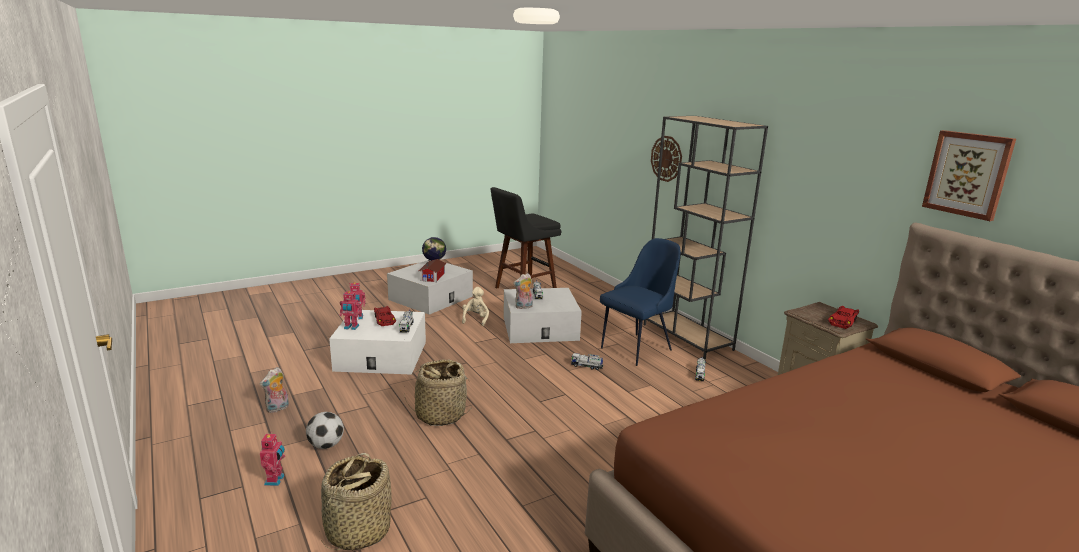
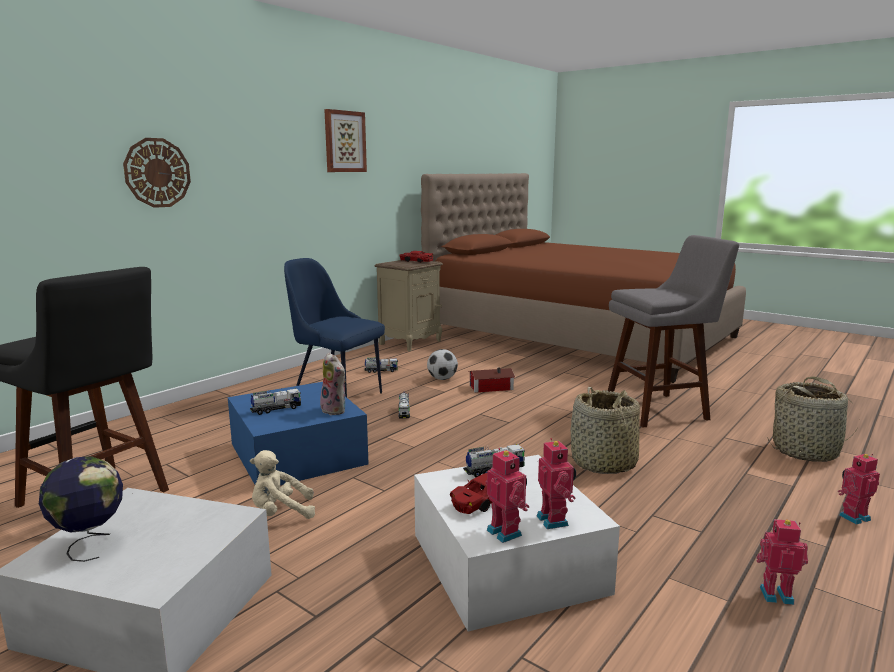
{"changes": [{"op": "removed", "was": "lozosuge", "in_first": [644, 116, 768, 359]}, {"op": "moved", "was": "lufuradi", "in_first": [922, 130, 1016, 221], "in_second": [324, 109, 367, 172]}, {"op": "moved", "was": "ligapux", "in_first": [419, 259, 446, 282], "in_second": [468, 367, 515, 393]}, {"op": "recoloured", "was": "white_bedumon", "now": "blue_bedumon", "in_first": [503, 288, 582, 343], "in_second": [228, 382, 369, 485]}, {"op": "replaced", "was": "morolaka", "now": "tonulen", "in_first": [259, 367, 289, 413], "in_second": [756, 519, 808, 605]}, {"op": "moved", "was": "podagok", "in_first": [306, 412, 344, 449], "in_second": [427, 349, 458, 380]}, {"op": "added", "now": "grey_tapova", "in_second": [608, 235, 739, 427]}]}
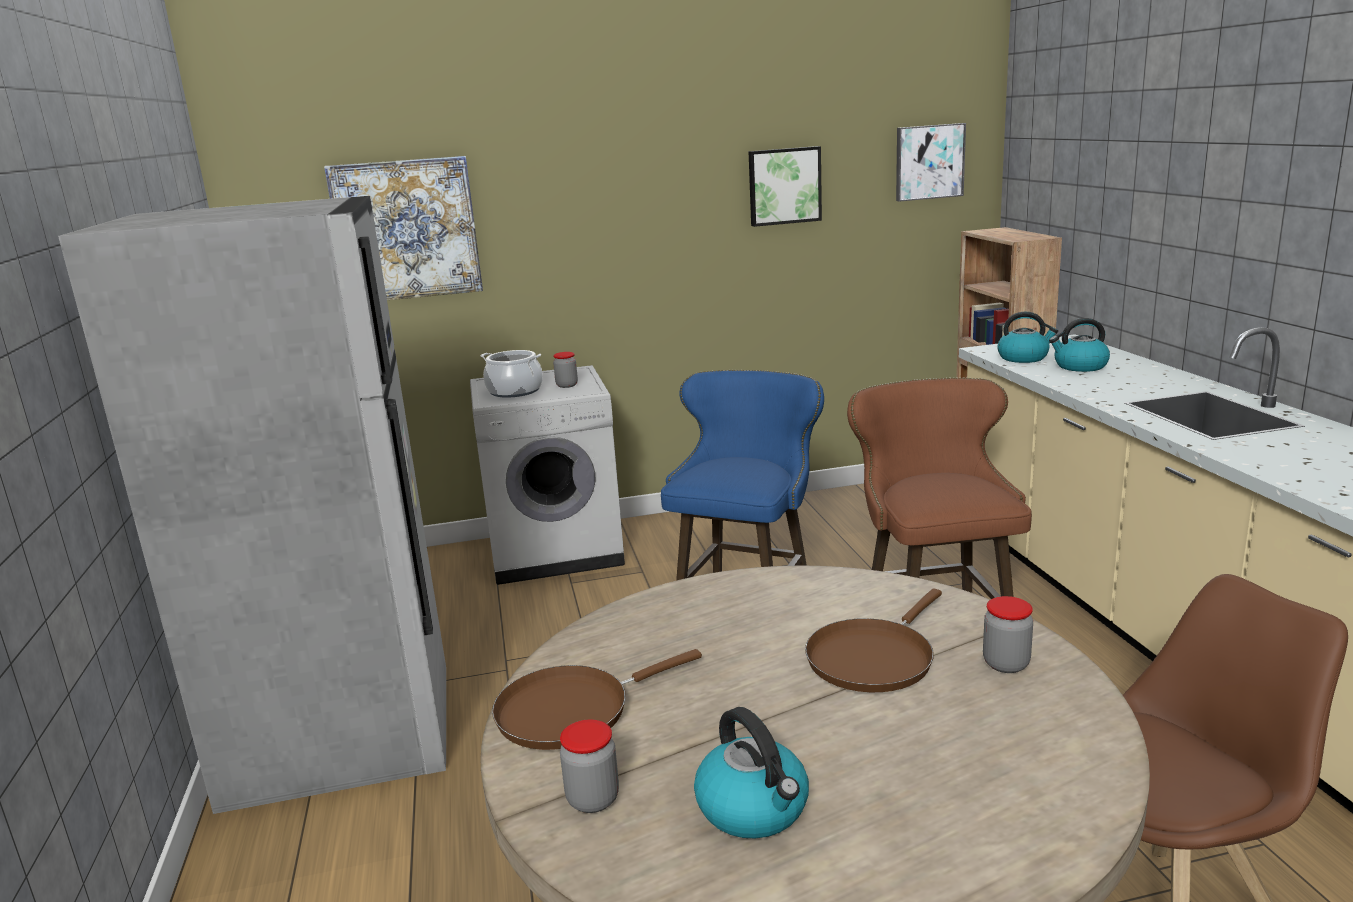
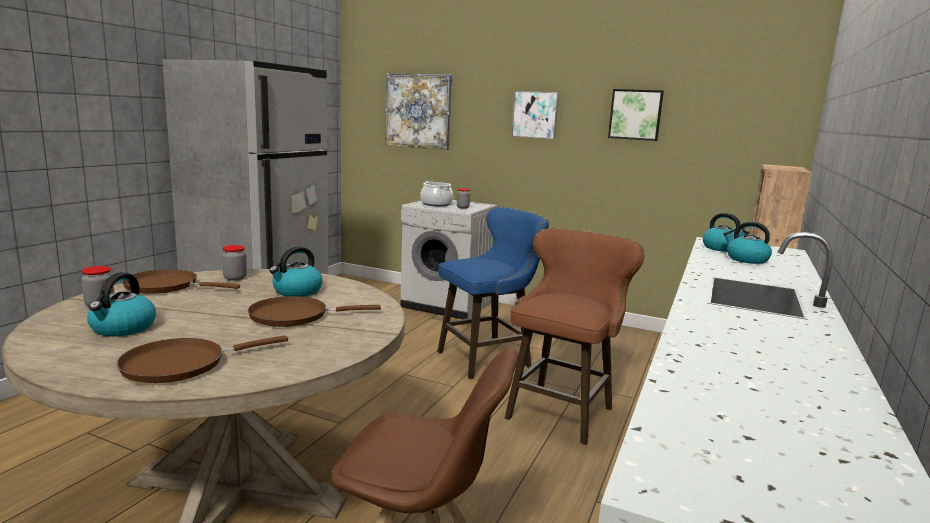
{"changes": [{"op": "moved", "was": "lufuradi", "in_first": [896, 123, 966, 202], "in_second": [511, 91, 559, 139]}, {"op": "moved", "was": "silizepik", "in_first": [983, 596, 1033, 673], "in_second": [222, 245, 247, 281]}, {"op": "added", "now": "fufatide", "in_second": [269, 246, 322, 297]}, {"op": "added", "now": "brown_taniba", "in_second": [117, 336, 288, 383]}]}
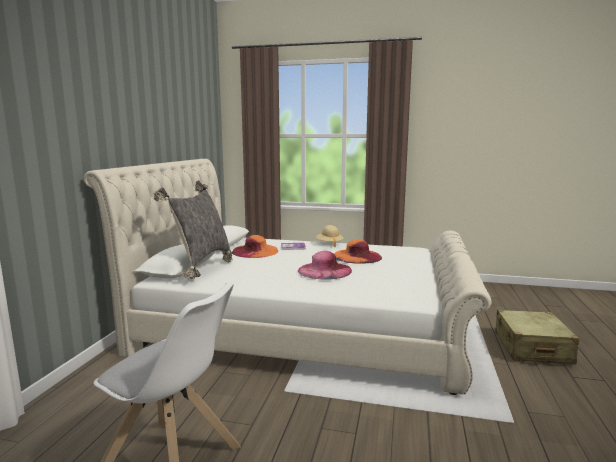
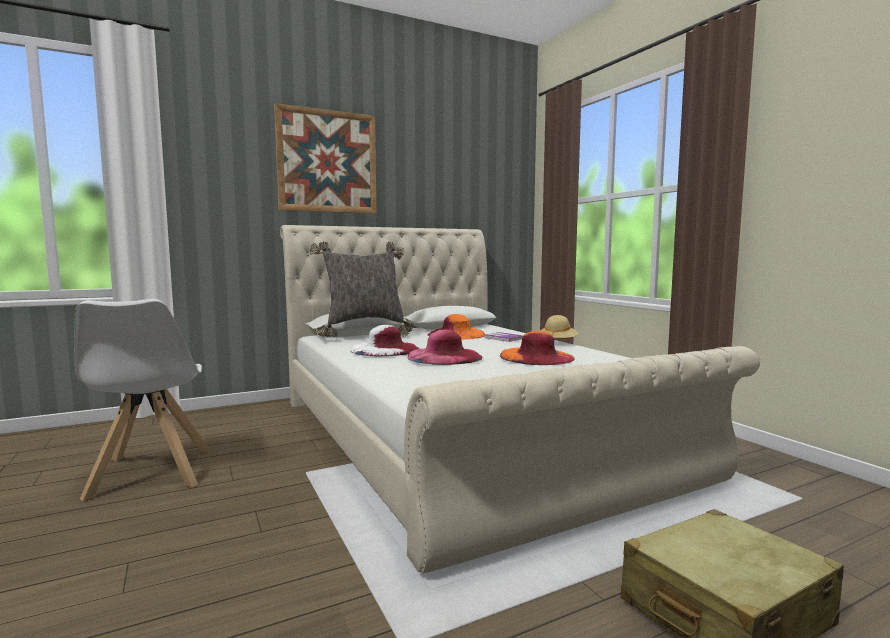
{"changes": [{"op": "added", "now": "lufuradi", "in_second": [274, 103, 377, 214]}, {"op": "added", "now": "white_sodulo", "in_second": [351, 325, 420, 357]}]}
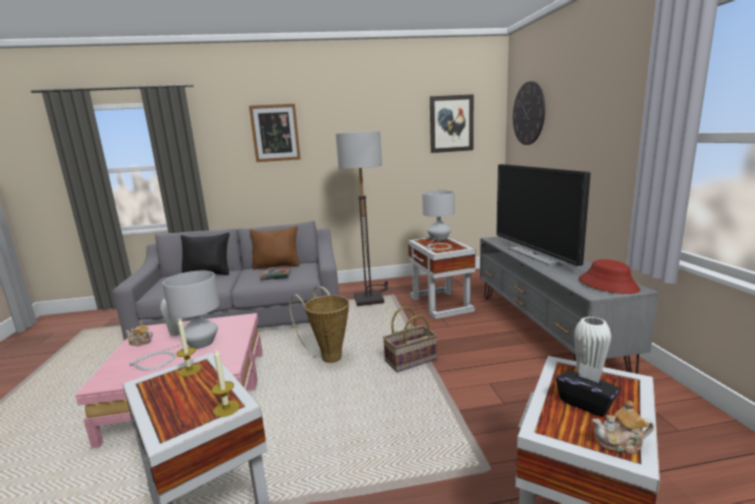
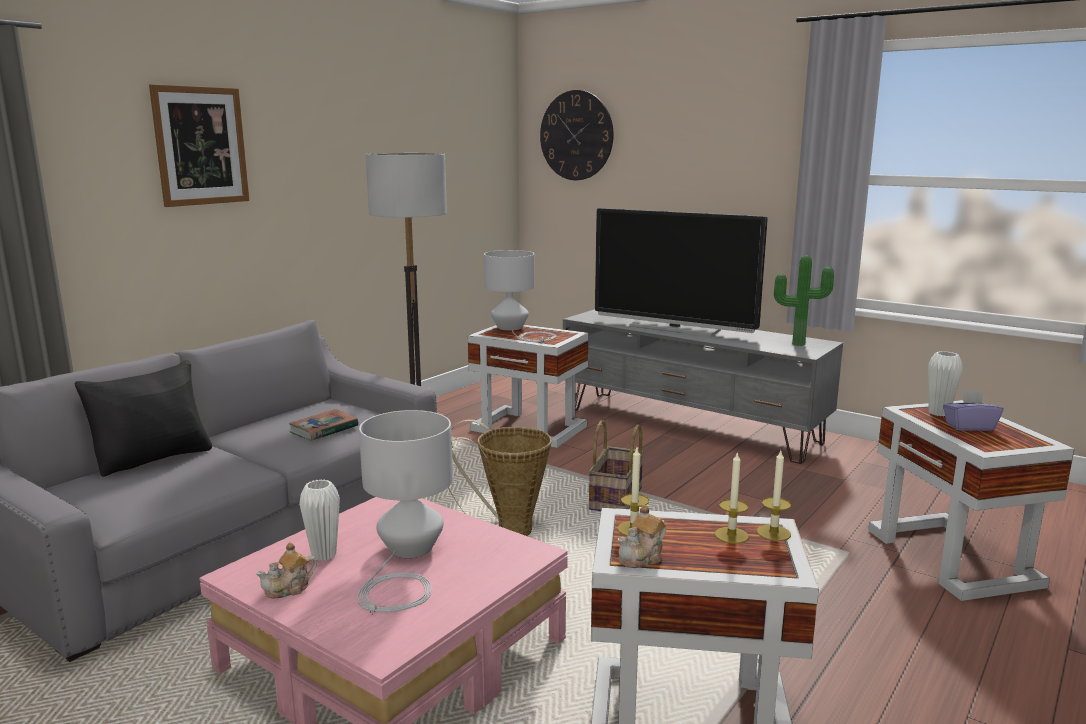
{"changes": [{"op": "removed", "was": "lufuradi", "in_first": [430, 94, 474, 153]}, {"op": "removed", "was": "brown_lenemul", "in_first": [250, 226, 300, 270]}, {"op": "replaced", "was": "red_sodulo", "now": "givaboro", "in_first": [579, 259, 640, 294], "in_second": [774, 256, 834, 346]}, {"op": "recoloured", "was": "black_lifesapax", "now": "purple_lifesapax", "in_first": [556, 363, 620, 417], "in_second": [943, 390, 1003, 431]}, {"op": "moved", "was": "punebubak", "in_first": [592, 400, 654, 454], "in_second": [618, 505, 666, 568]}, {"op": "added", "now": "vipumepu", "in_second": [715, 451, 749, 544]}]}
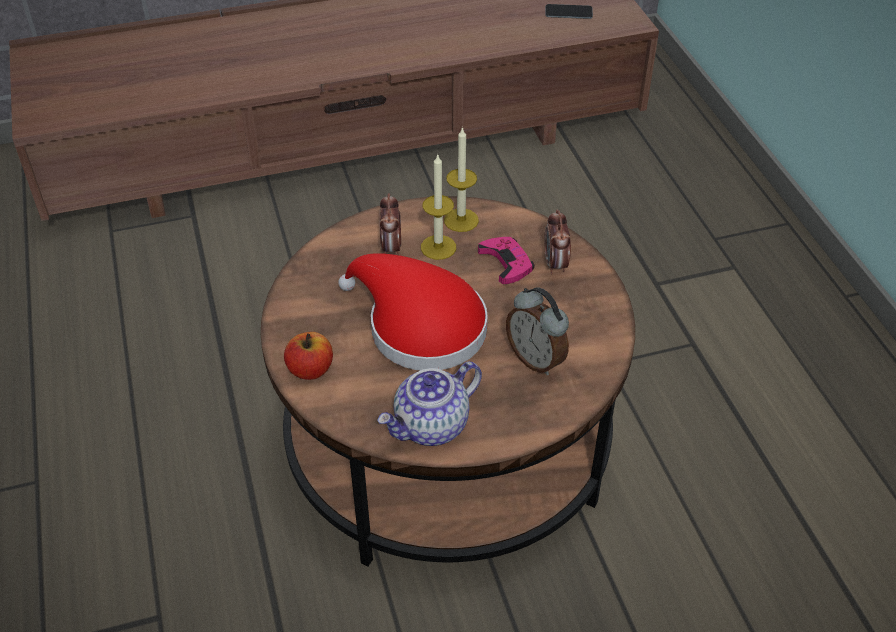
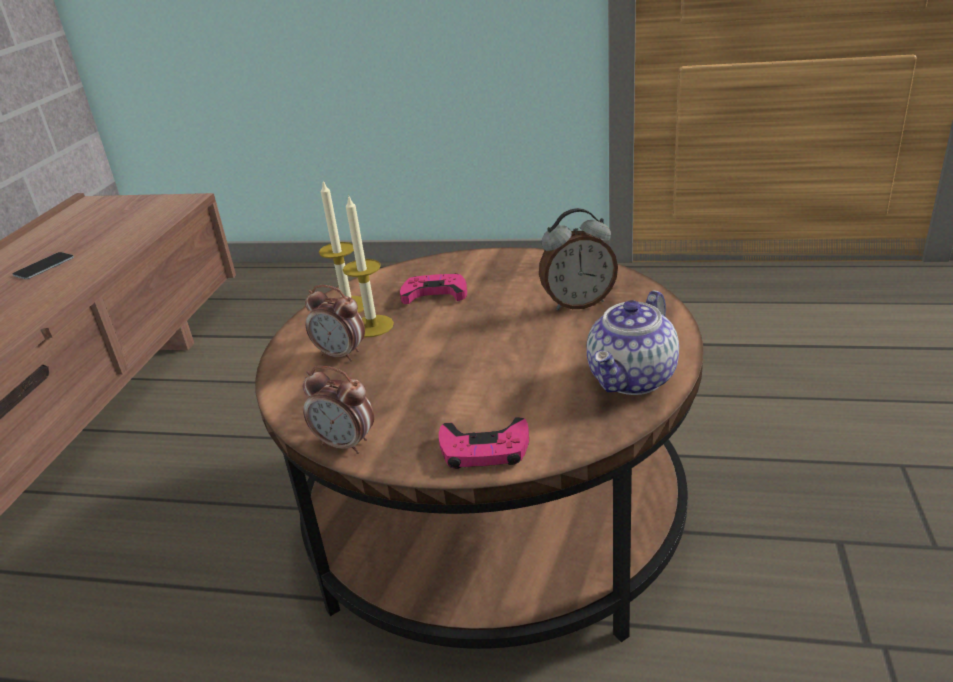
{"changes": [{"op": "moved", "was": "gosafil", "in_first": [545, 4, 593, 19], "in_second": [13, 252, 74, 279]}, {"op": "moved", "was": "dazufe", "in_first": [544, 209, 571, 274], "in_second": [303, 366, 374, 454]}, {"op": "removed", "was": "red_sodulo", "in_first": [338, 253, 488, 370]}, {"op": "replaced", "was": "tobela", "now": "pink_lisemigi", "in_first": [284, 332, 333, 380], "in_second": [439, 417, 529, 469]}, {"op": "turned", "was": "punebubak", "in_first": [377, 361, 482, 446], "in_second": [586, 290, 679, 395], "clockwise": 45}]}
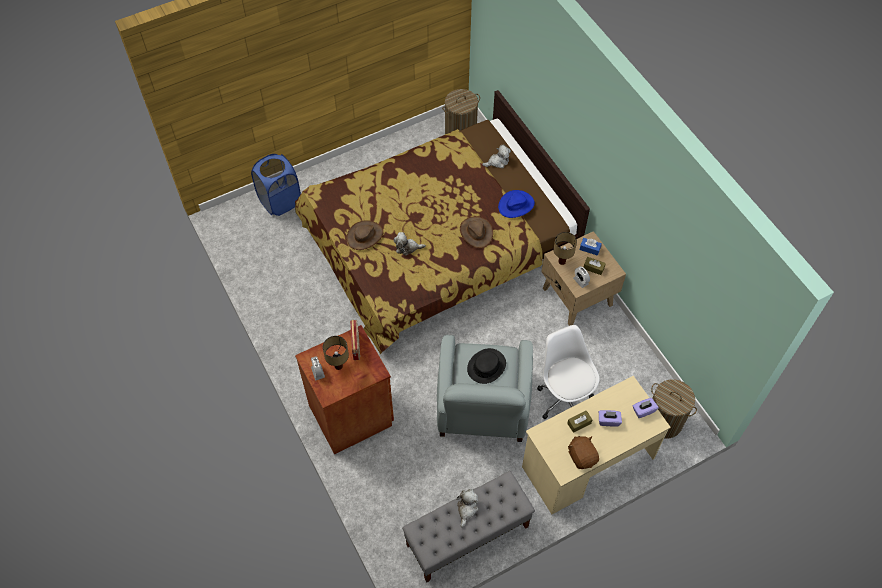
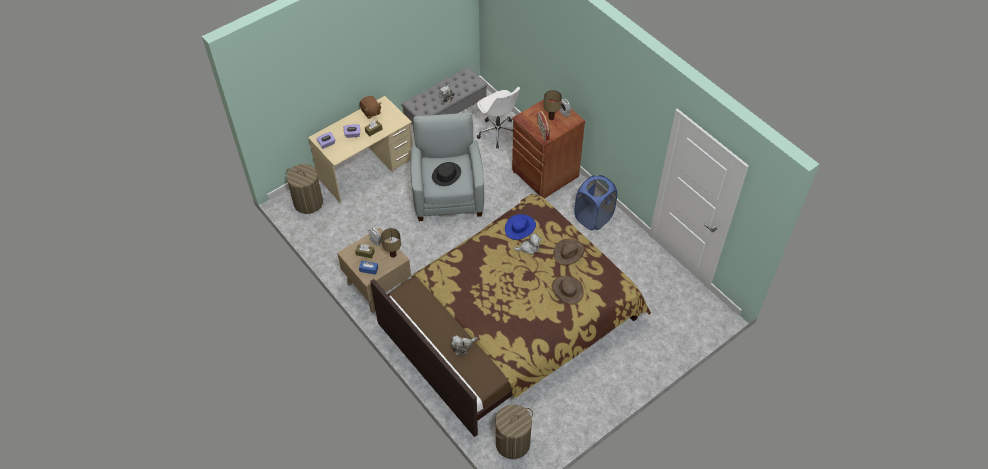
{"changes": [{"op": "moved", "was": "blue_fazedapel", "in_first": [251, 154, 301, 216], "in_second": [575, 175, 617, 230]}, {"op": "moved", "was": "blue_sodulo", "in_first": [498, 190, 535, 218], "in_second": [505, 214, 536, 240]}, {"op": "moved", "was": "brown_sodulo", "in_first": [460, 217, 493, 248], "in_second": [552, 276, 584, 305]}, {"op": "moved", "was": "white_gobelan", "in_first": [537, 325, 600, 419], "in_second": [477, 87, 520, 149]}]}
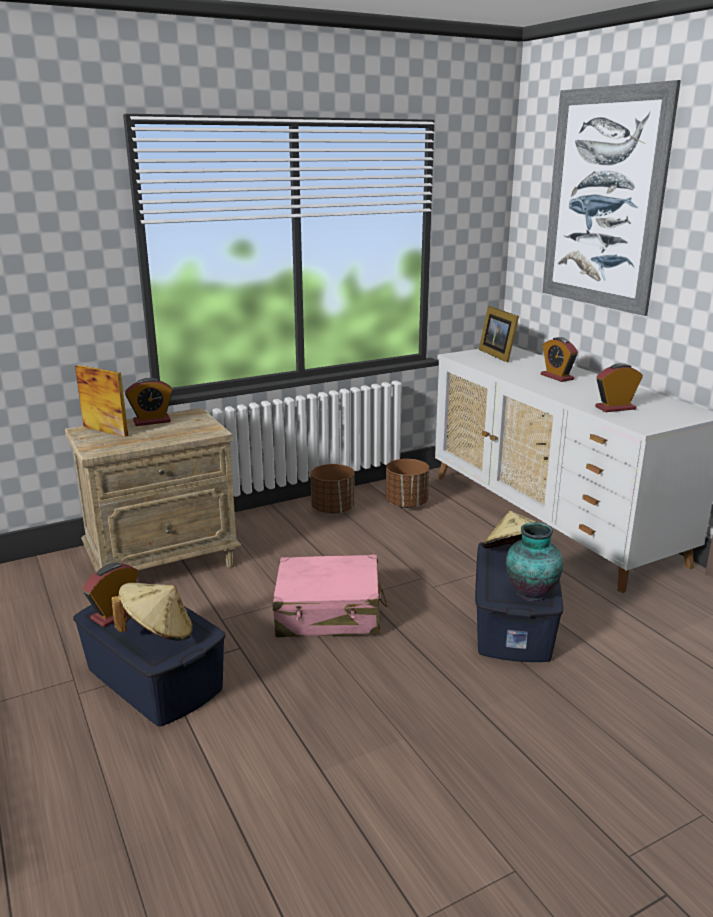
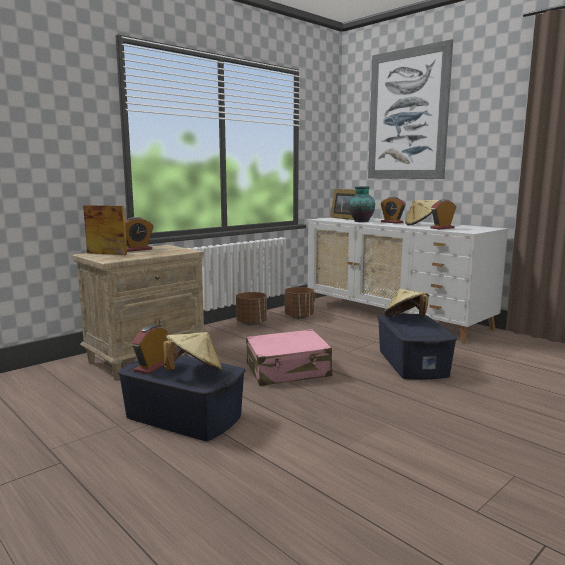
{"changes": [{"op": "moved", "was": "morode", "in_first": [506, 522, 563, 601], "in_second": [349, 186, 375, 222]}, {"op": "added", "now": "beige_sodulo", "in_second": [405, 200, 439, 225]}]}
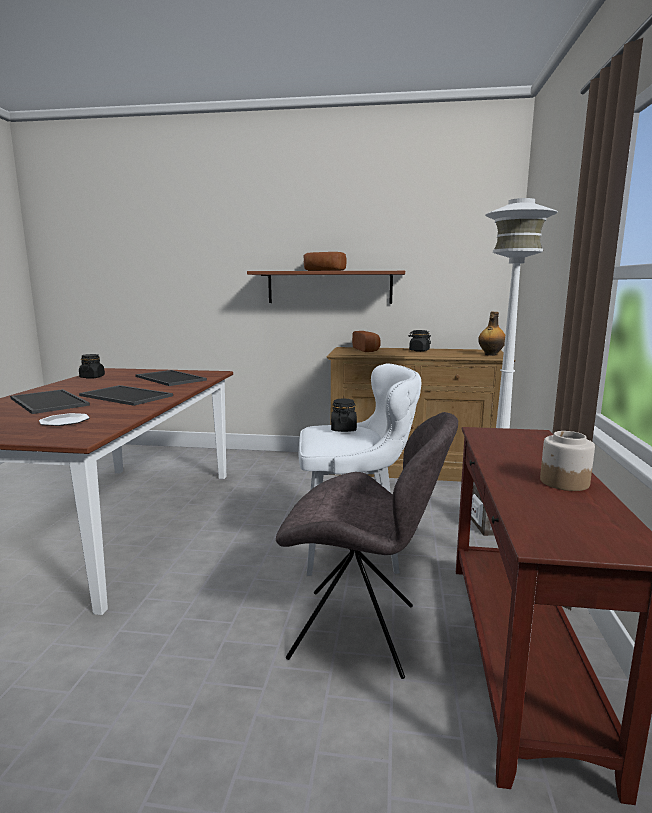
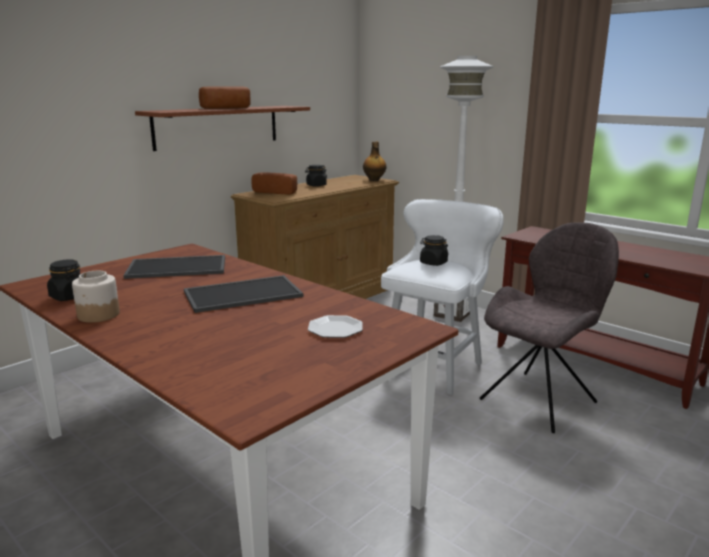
{"changes": [{"op": "removed", "was": "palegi", "in_first": [10, 389, 90, 414]}, {"op": "moved", "was": "silizepik", "in_first": [540, 431, 595, 491], "in_second": [72, 271, 120, 323]}]}
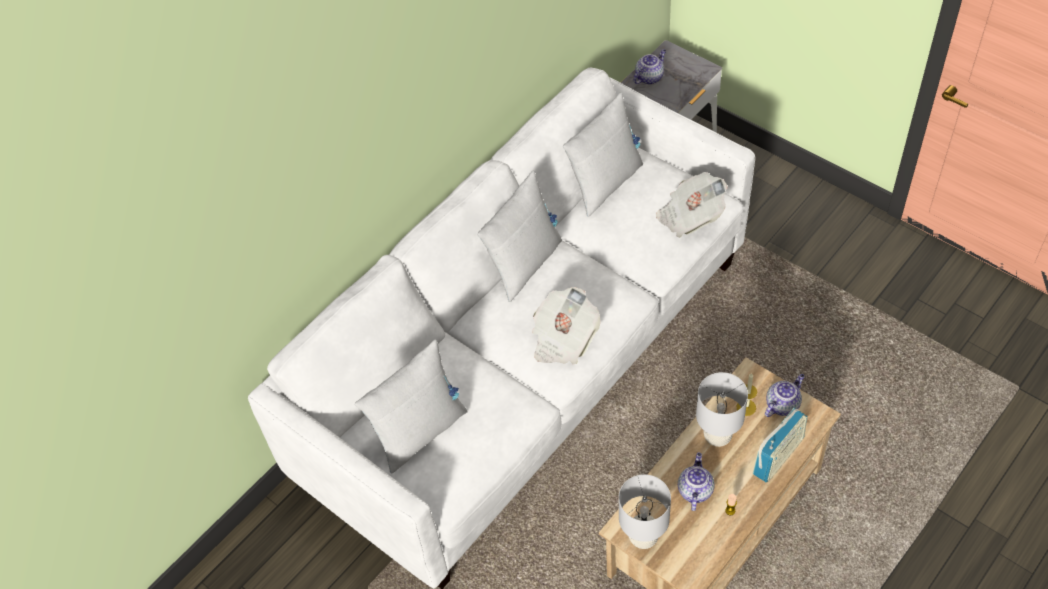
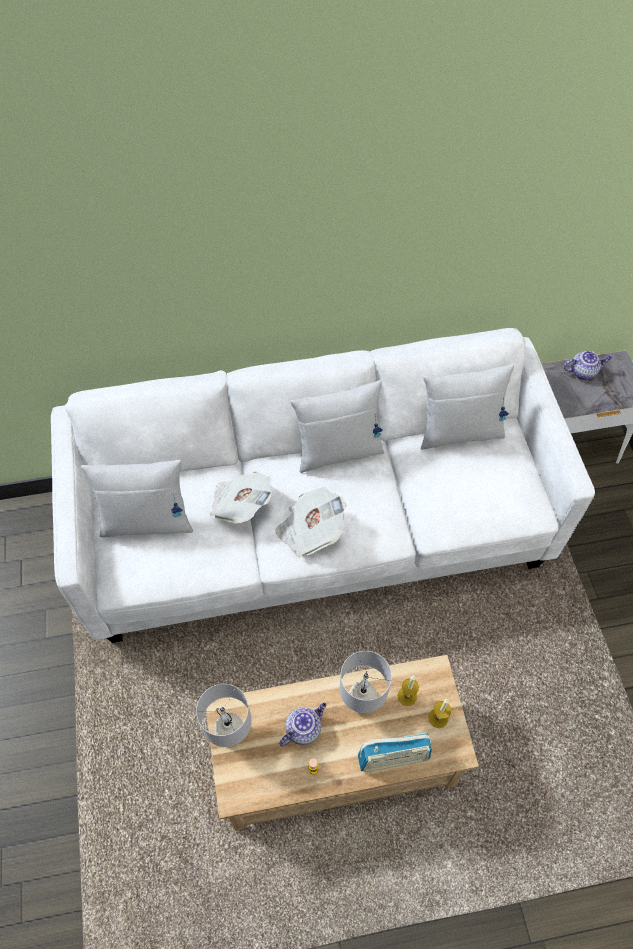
{"changes": [{"op": "moved", "was": "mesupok", "in_first": [656, 172, 728, 238], "in_second": [210, 472, 272, 524]}, {"op": "replaced", "was": "punebubak", "now": "vipumepu", "in_first": [765, 374, 804, 417], "in_second": [428, 699, 451, 728]}]}
